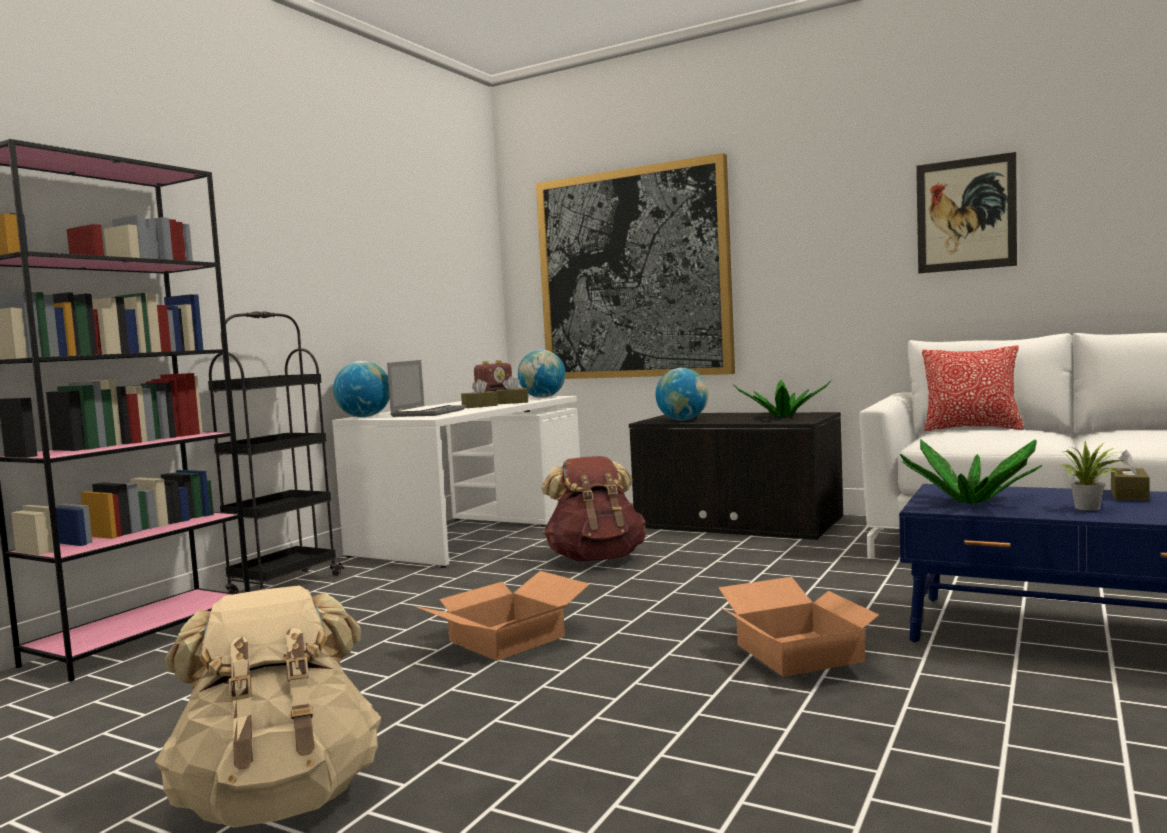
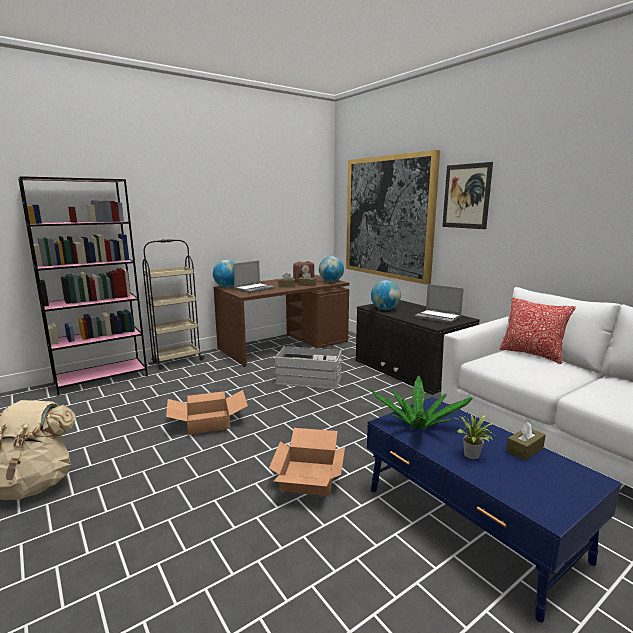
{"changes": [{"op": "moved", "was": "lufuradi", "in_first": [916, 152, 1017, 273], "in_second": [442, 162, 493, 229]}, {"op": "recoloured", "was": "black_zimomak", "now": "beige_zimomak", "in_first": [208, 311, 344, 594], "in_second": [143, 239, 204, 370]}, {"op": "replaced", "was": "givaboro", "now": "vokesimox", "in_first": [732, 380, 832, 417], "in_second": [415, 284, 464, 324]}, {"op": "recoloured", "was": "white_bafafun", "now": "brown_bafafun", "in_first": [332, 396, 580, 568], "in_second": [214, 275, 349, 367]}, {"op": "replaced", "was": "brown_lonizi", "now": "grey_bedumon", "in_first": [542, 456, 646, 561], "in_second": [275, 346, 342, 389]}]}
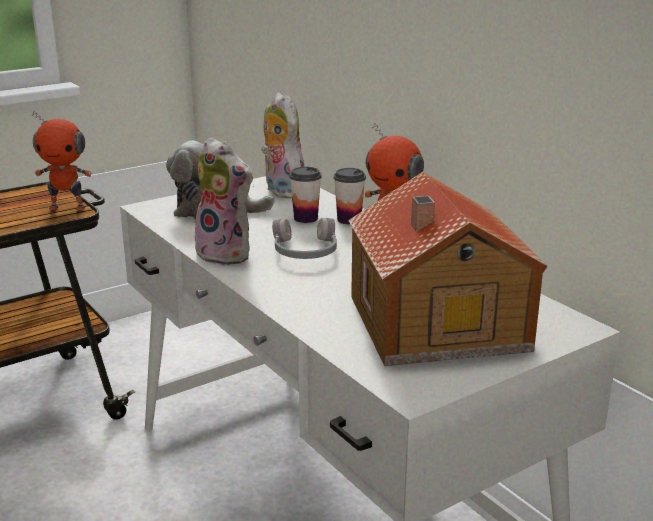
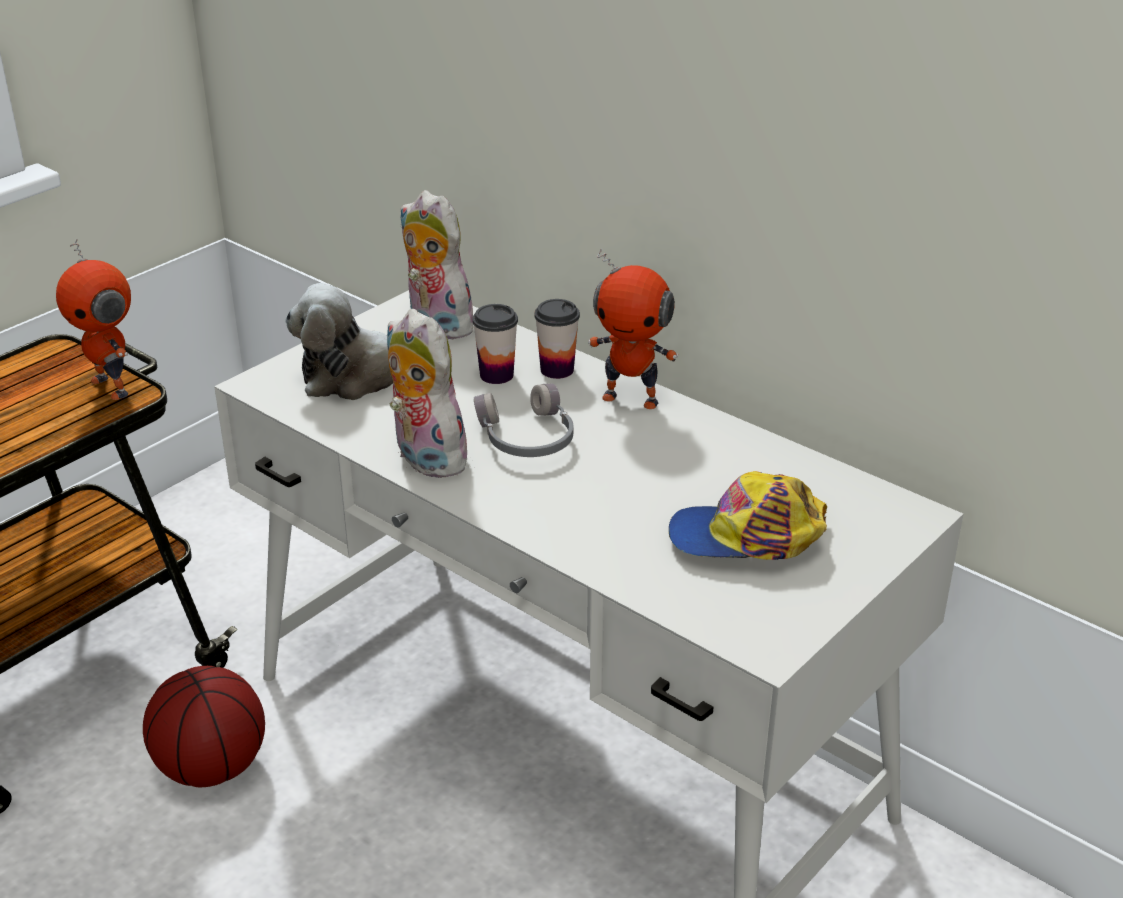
{"changes": [{"op": "turned", "was": "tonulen", "in_first": [32, 111, 92, 210], "in_second": [56, 239, 131, 400], "clockwise": 60}, {"op": "turned", "was": "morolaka", "in_first": [195, 137, 254, 266], "in_second": [387, 309, 473, 478], "clockwise": -150}, {"op": "replaced", "was": "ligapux", "now": "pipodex", "in_first": [348, 172, 548, 366], "in_second": [669, 471, 827, 560]}, {"op": "added", "now": "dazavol", "in_second": [143, 666, 265, 787]}]}
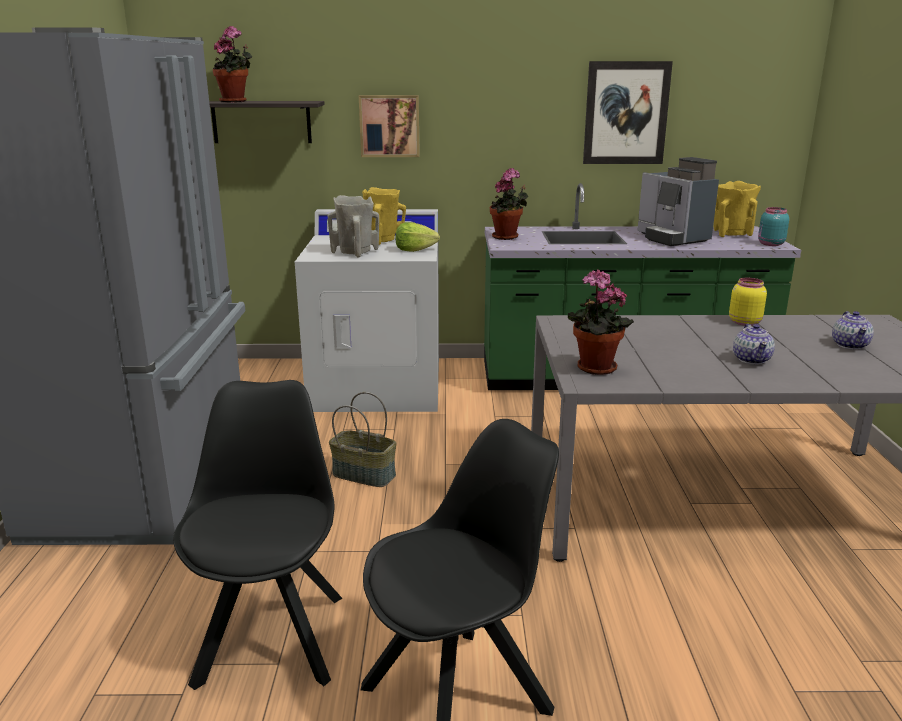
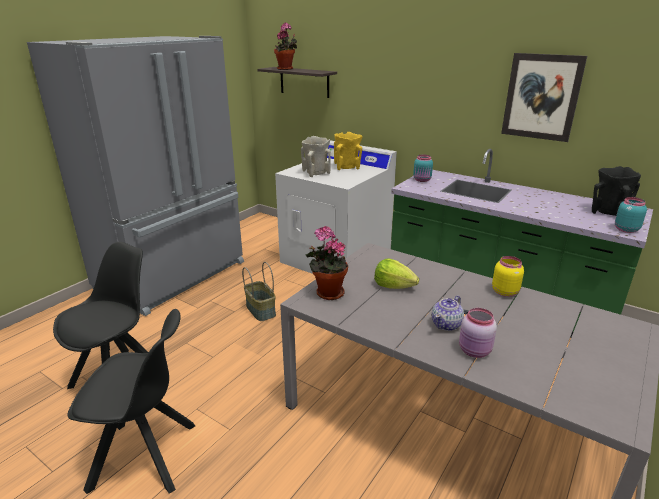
{"changes": [{"op": "removed", "was": "lufuradi", "in_first": [359, 95, 420, 157]}, {"op": "removed", "was": "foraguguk", "in_first": [637, 157, 719, 246]}, {"op": "replaced", "was": "givaboro", "now": "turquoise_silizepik", "in_first": [490, 168, 528, 240], "in_second": [413, 154, 433, 182]}, {"op": "recoloured", "was": "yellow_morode", "now": "black_morode", "in_first": [714, 181, 761, 237], "in_second": [592, 166, 641, 216]}, {"op": "moved", "was": "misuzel", "in_first": [395, 222, 440, 252], "in_second": [374, 258, 419, 289]}, {"op": "removed", "was": "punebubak", "in_first": [832, 311, 874, 350]}, {"op": "added", "now": "pink_silizepik", "in_second": [459, 308, 497, 358]}]}
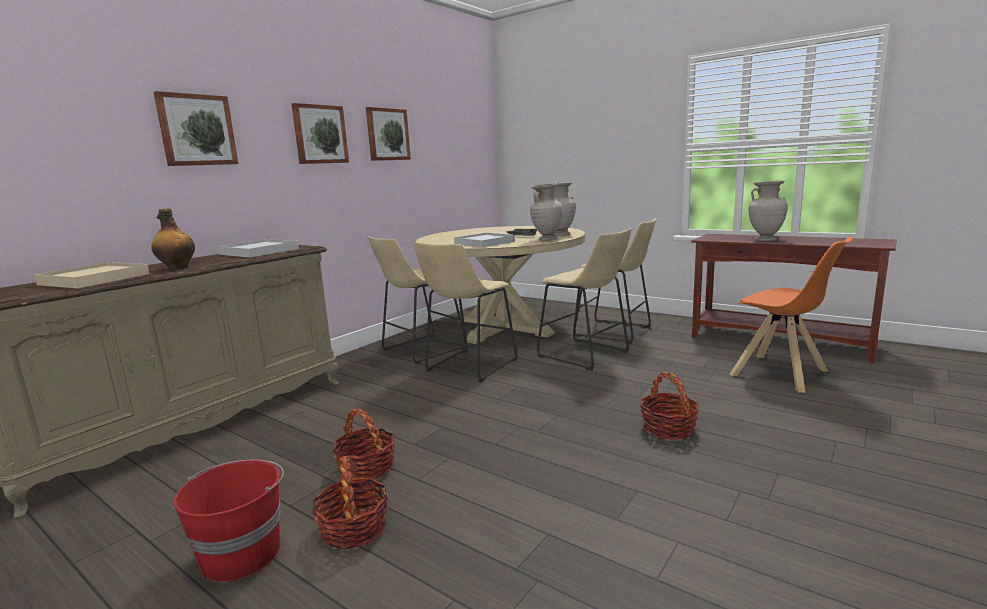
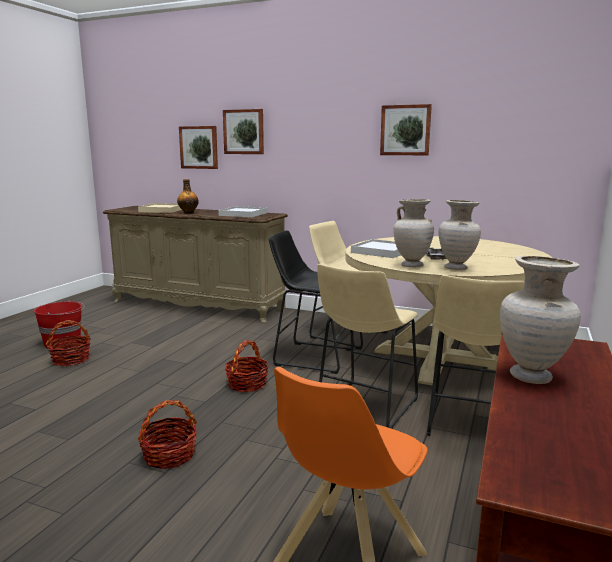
{"changes": [{"op": "moved", "was": "lufuradi", "in_first": [292, 103, 349, 164], "in_second": [179, 126, 218, 169]}, {"op": "recoloured", "was": "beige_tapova", "now": "black_tapova", "in_first": [414, 242, 517, 382], "in_second": [268, 230, 354, 374]}, {"op": "moved", "was": "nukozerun", "in_first": [332, 408, 395, 480], "in_second": [225, 340, 269, 392]}]}
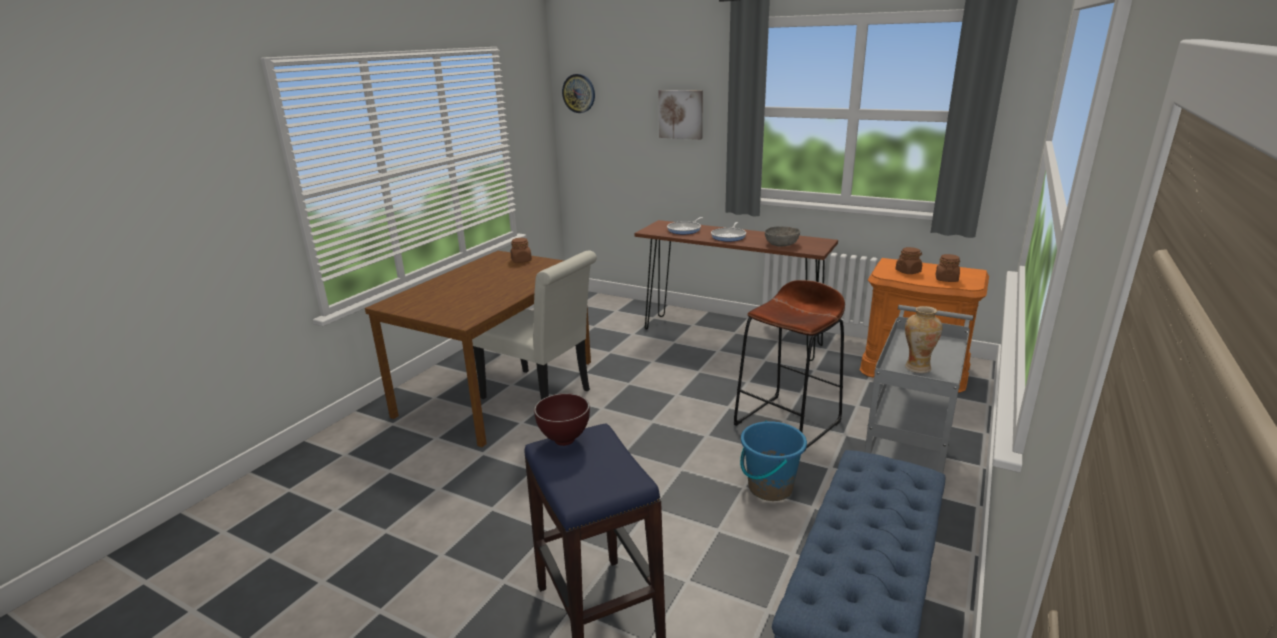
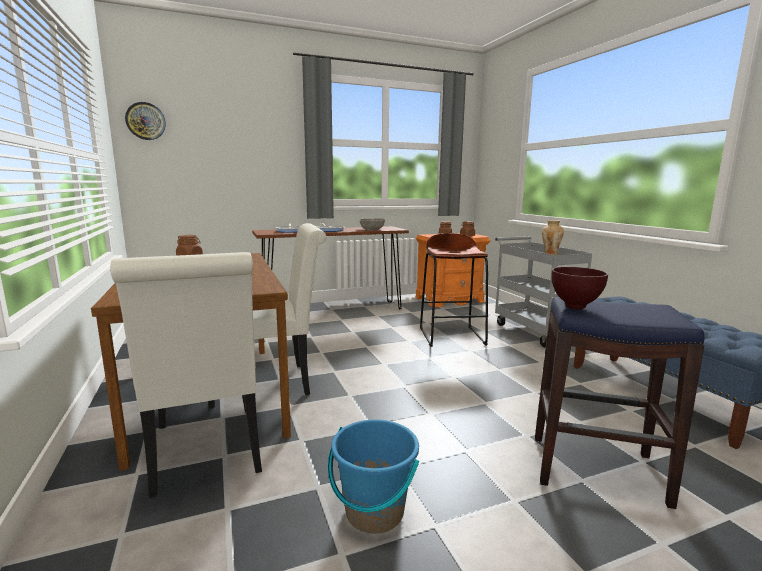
{"changes": [{"op": "removed", "was": "lufuradi", "in_first": [658, 90, 703, 140]}, {"op": "moved", "was": "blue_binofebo", "in_first": [740, 420, 807, 501], "in_second": [328, 420, 419, 534]}, {"op": "added", "now": "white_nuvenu", "in_second": [111, 252, 262, 498]}]}
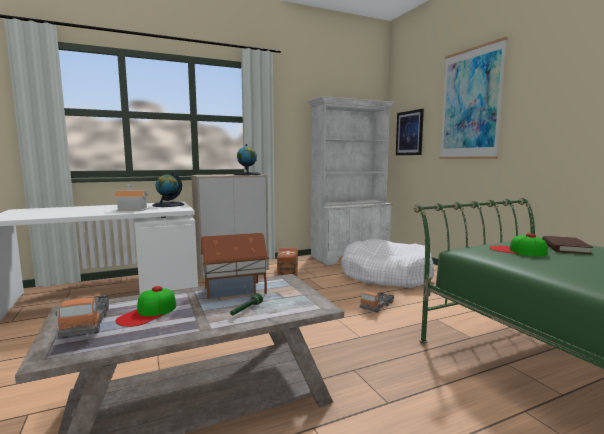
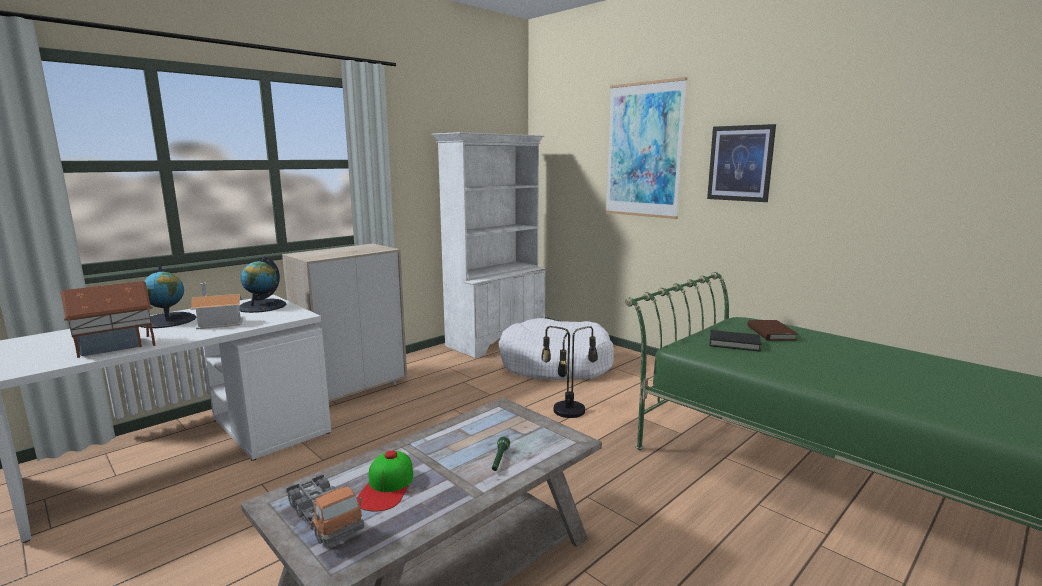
{"changes": [{"op": "moved", "was": "lufuradi", "in_first": [396, 109, 424, 155], "in_second": [707, 124, 776, 202]}, {"op": "moved", "was": "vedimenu", "in_first": [233, 144, 261, 175], "in_second": [140, 266, 196, 328]}, {"op": "moved", "was": "ligapux", "in_first": [200, 233, 269, 299], "in_second": [60, 281, 156, 358]}, {"op": "replaced", "was": "pipodex", "now": "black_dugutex", "in_first": [489, 233, 548, 256], "in_second": [709, 330, 762, 352]}, {"op": "removed", "was": "brown_bedumon", "in_first": [277, 248, 298, 277]}, {"op": "replaced", "was": "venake", "now": "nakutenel", "in_first": [360, 290, 394, 313], "in_second": [542, 326, 598, 418]}]}
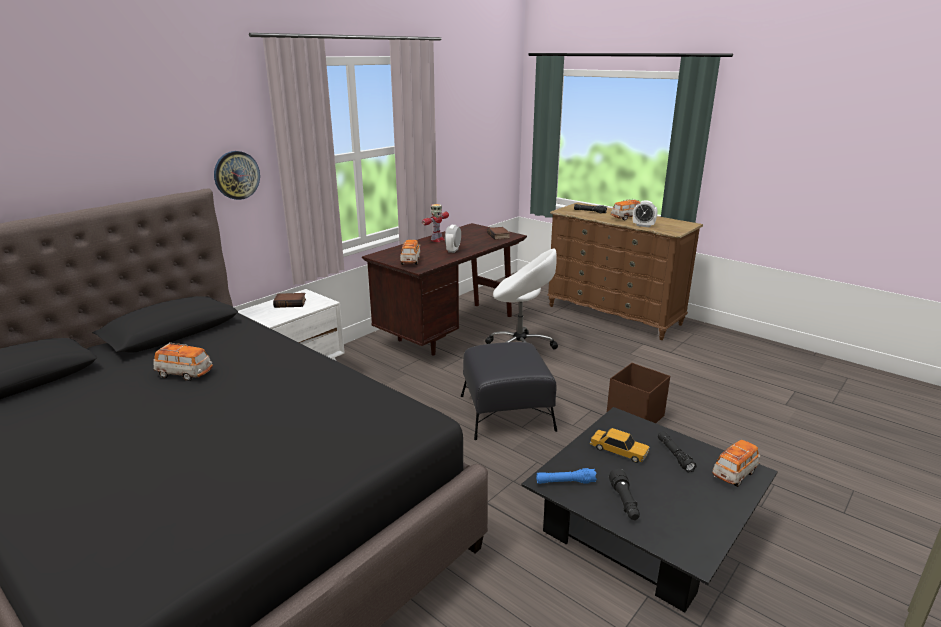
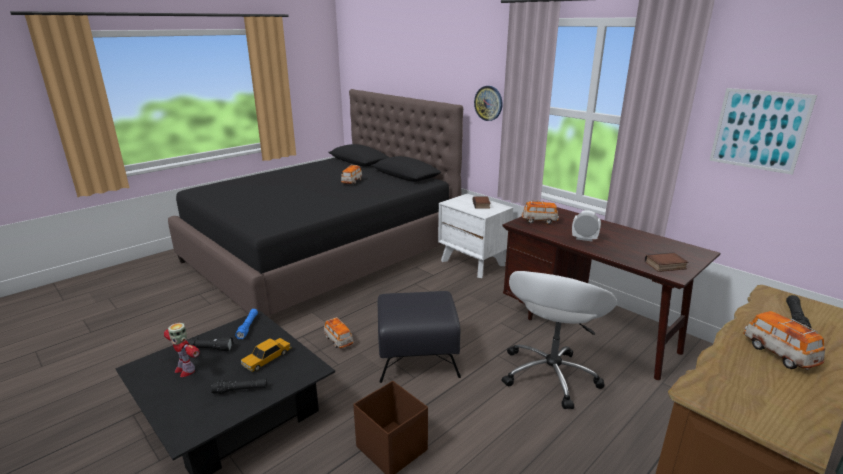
{"changes": [{"op": "removed", "was": "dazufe", "in_first": [633, 200, 657, 228]}, {"op": "moved", "was": "tonulen", "in_first": [422, 204, 449, 242], "in_second": [164, 323, 200, 377]}, {"op": "moved", "was": "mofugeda", "in_first": [712, 440, 760, 487], "in_second": [324, 317, 354, 348]}, {"op": "added", "now": "lufuradi", "in_second": [709, 88, 817, 175]}]}
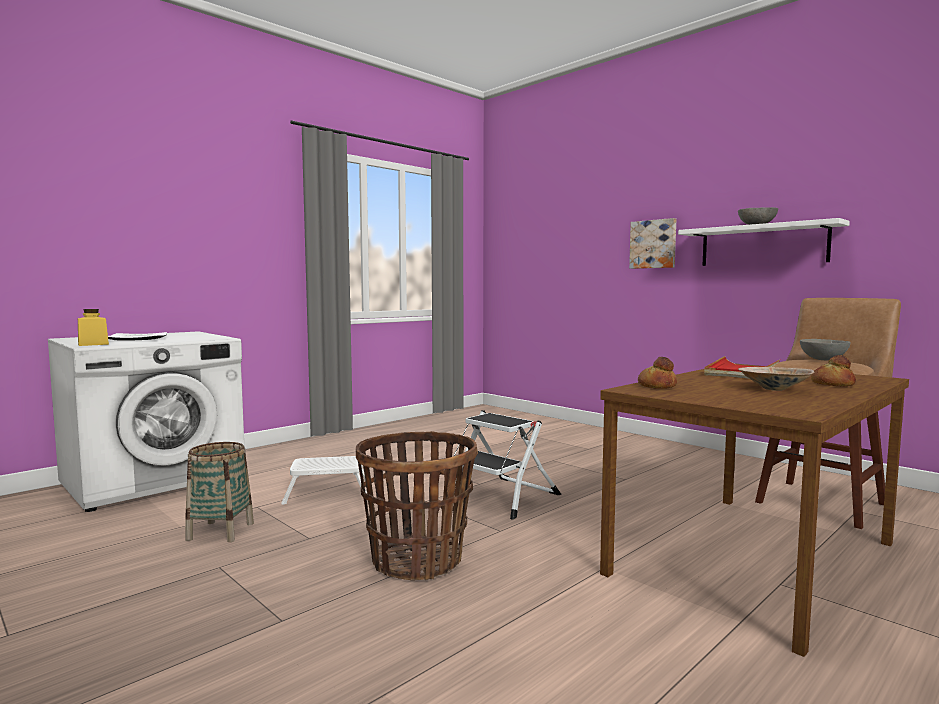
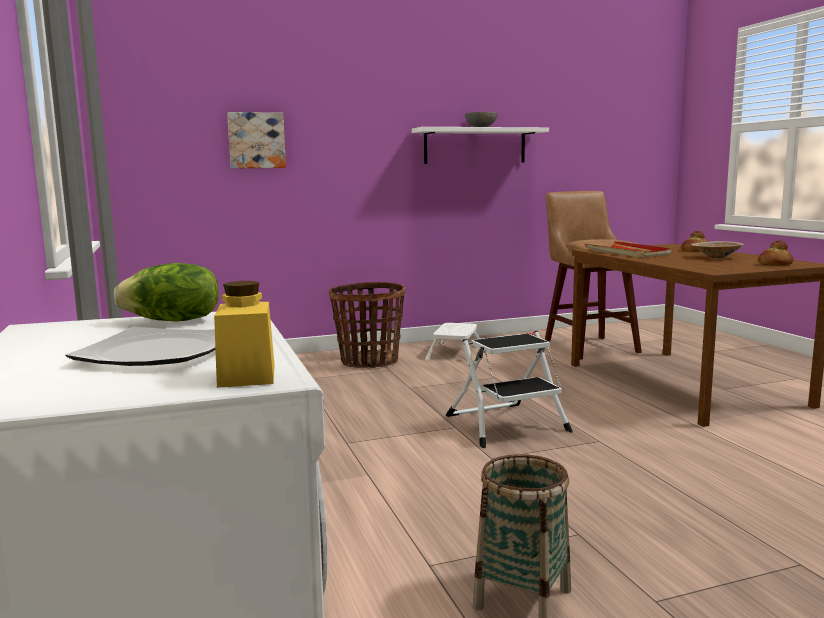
{"changes": [{"op": "moved", "was": "lufuradi", "in_first": [629, 218, 676, 269], "in_second": [227, 112, 286, 169]}, {"op": "removed", "was": "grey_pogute", "in_first": [800, 339, 851, 361]}, {"op": "moved", "was": "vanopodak", "in_first": [638, 357, 677, 389], "in_second": [758, 240, 793, 266]}, {"op": "moved", "was": "nukozerun", "in_first": [356, 431, 478, 580], "in_second": [329, 282, 405, 368]}, {"op": "moved", "was": "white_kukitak", "in_first": [281, 456, 367, 505], "in_second": [425, 323, 480, 360]}, {"op": "added", "now": "misuzel", "in_second": [114, 263, 219, 322]}]}
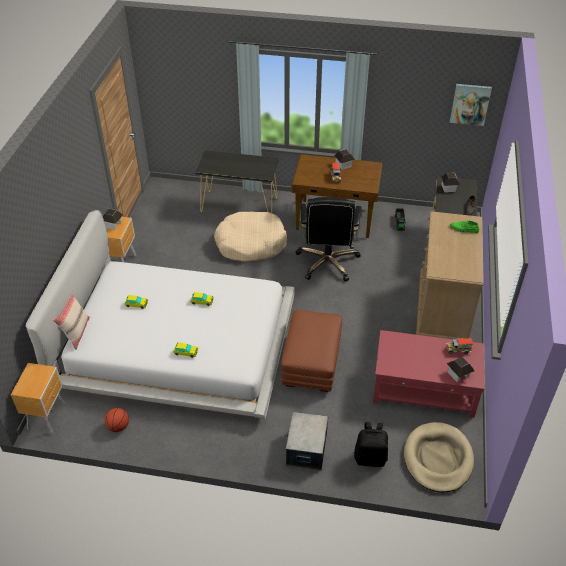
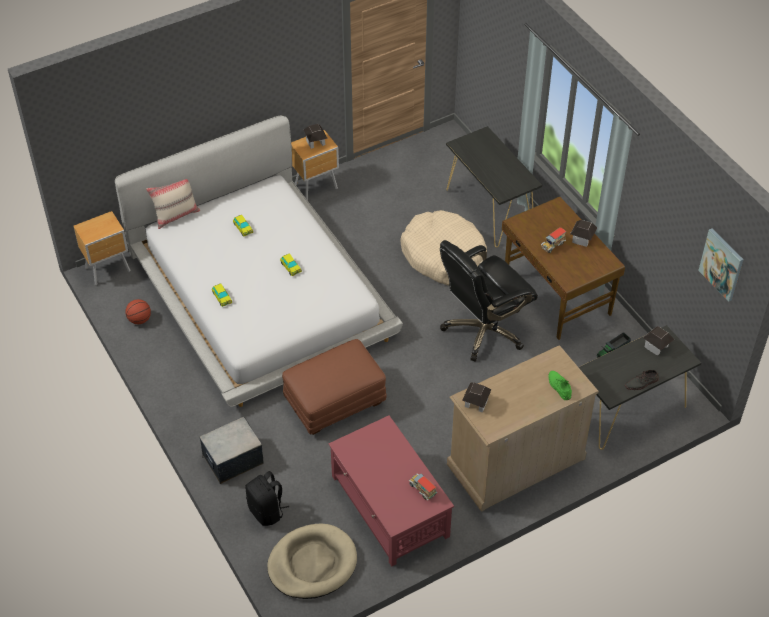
{"changes": [{"op": "moved", "was": "ligapux", "in_first": [447, 357, 475, 382], "in_second": [462, 382, 492, 413]}]}
